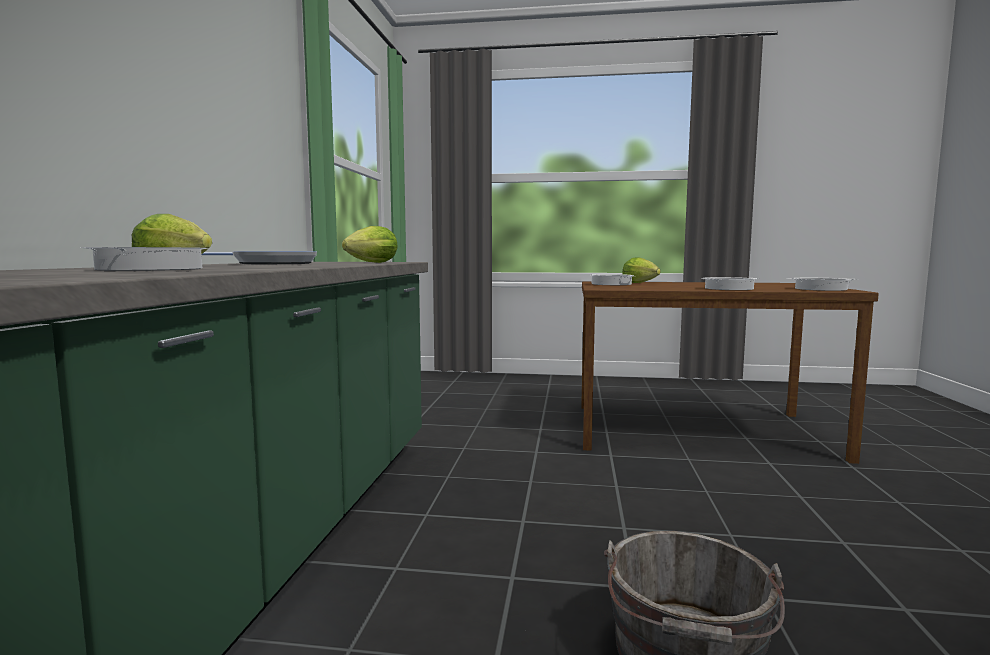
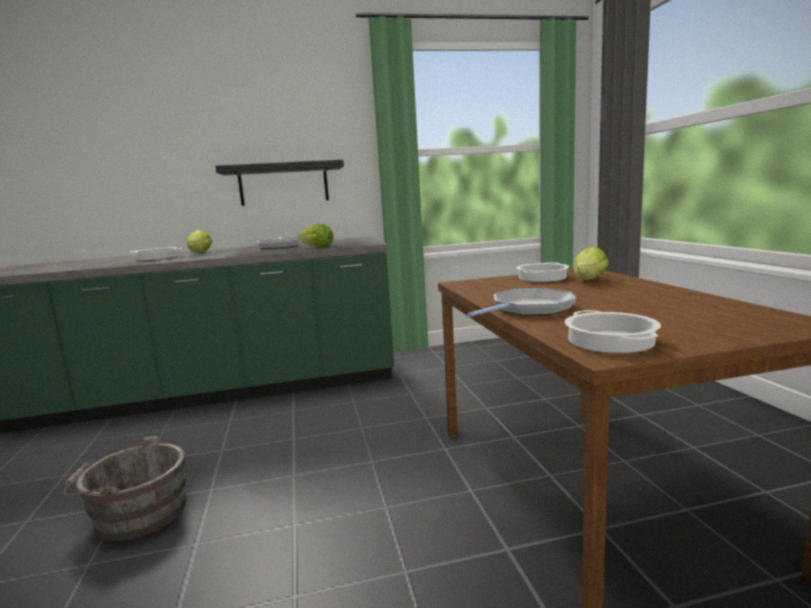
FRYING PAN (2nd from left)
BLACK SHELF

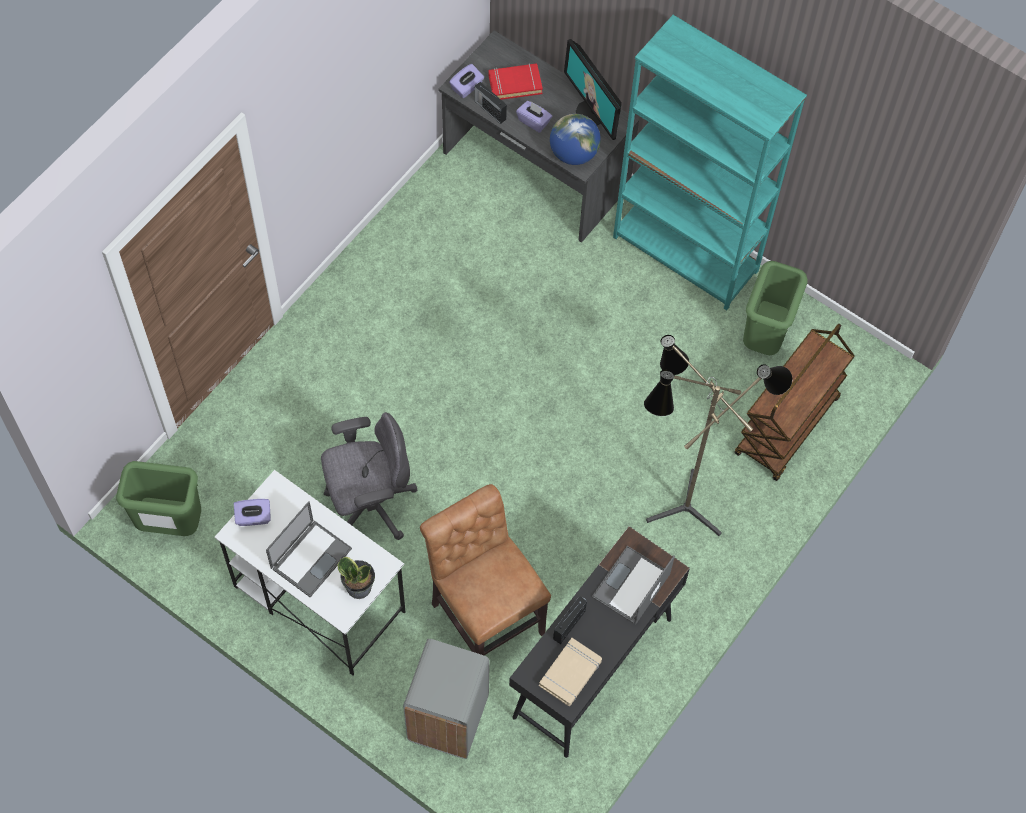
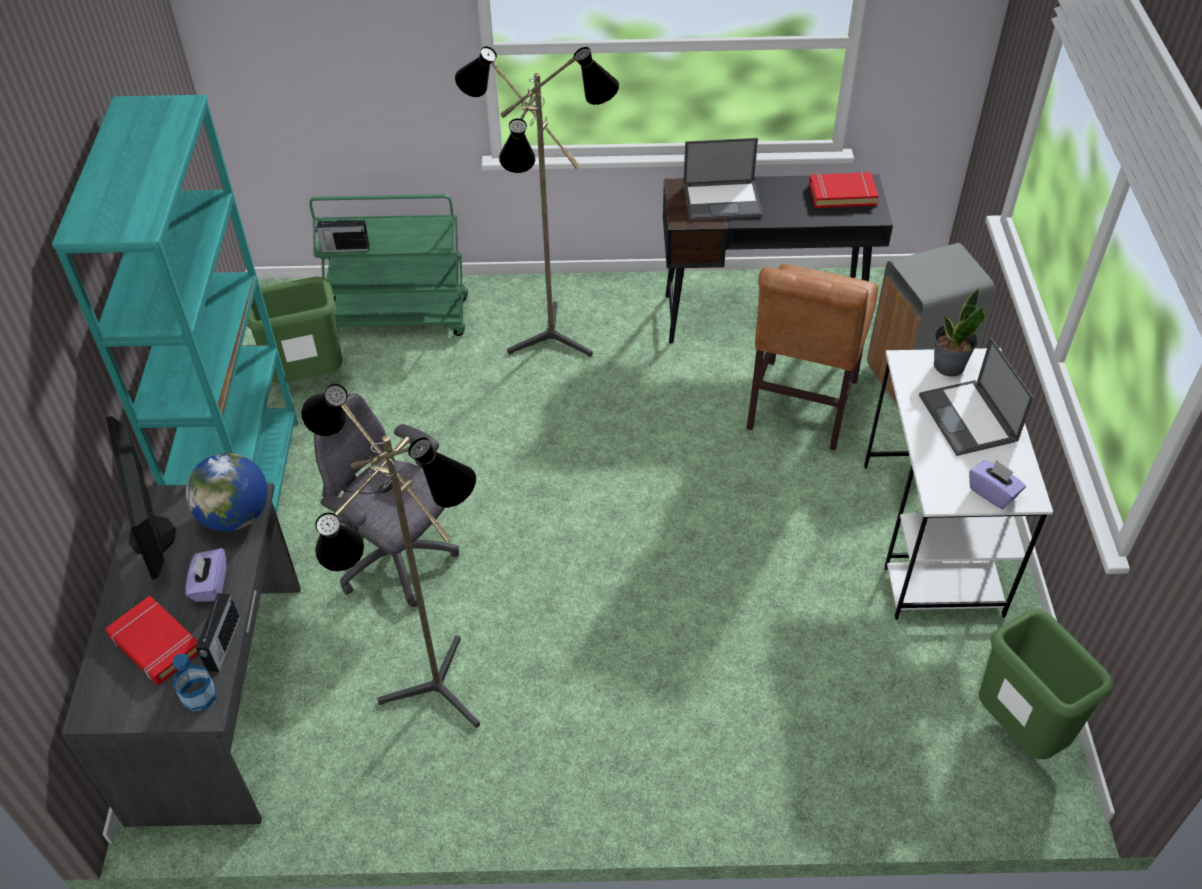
MONITOR
BOTTLE
GREEN CART
GREY OFFICE CHAIR
LAPTOP (2nd from left)
RADIO (2nd from left)
RED BOOK (2nd from left)
FLOOR LAMP (1st from left)

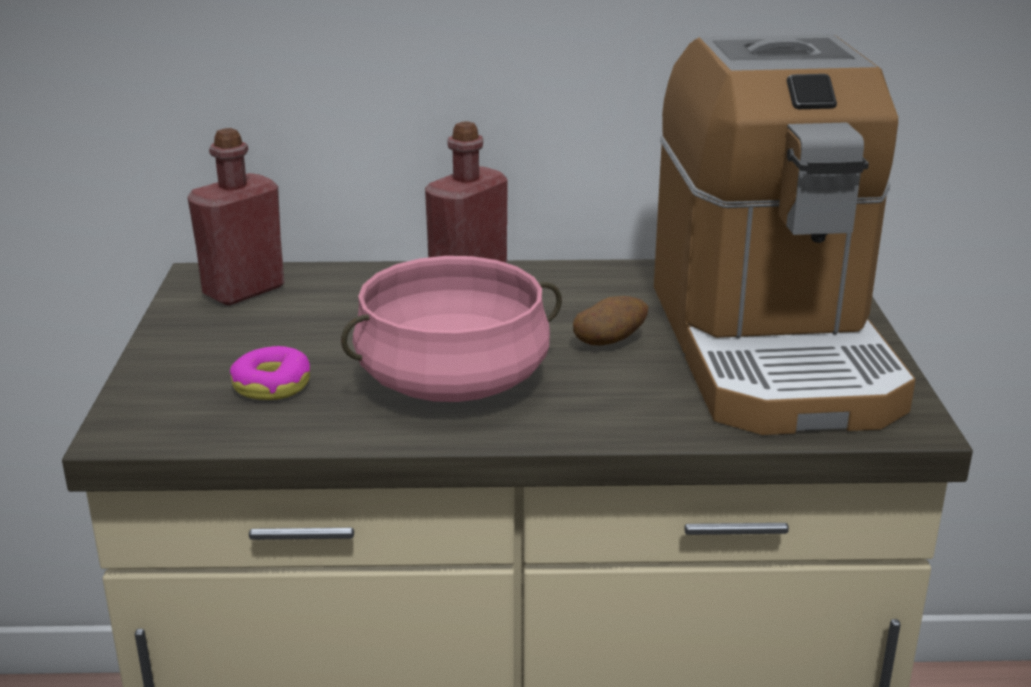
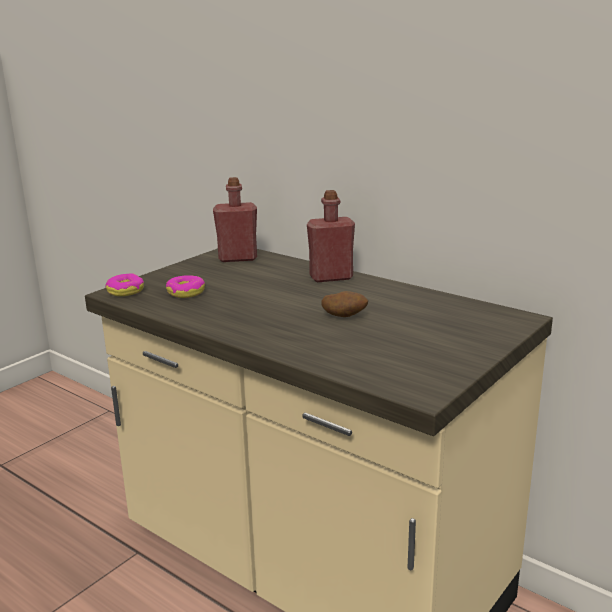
COFFEE MACHINE
PINK COOKING POT
DONUT (1st from left)

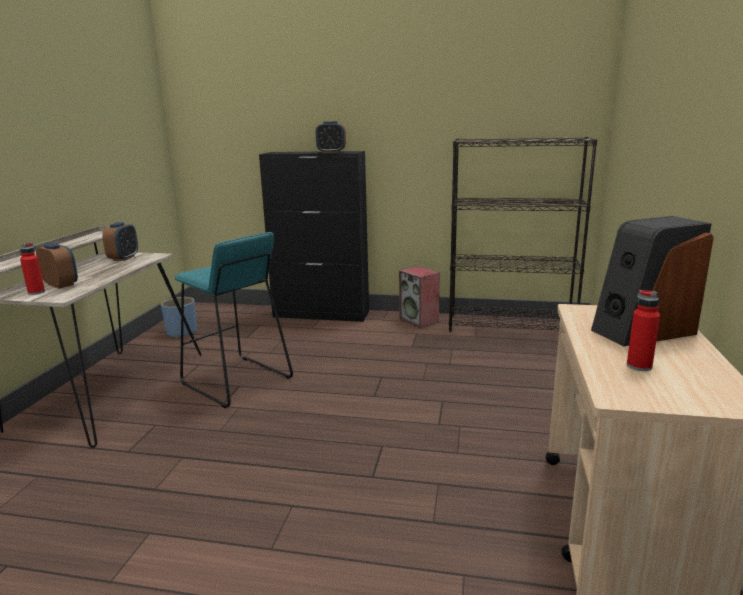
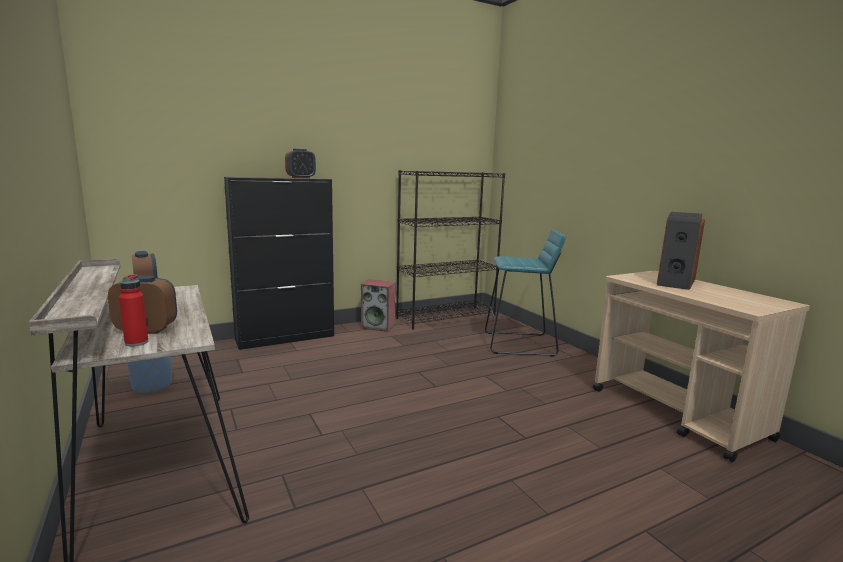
TURQUOISE STOOL
RED BOTTLE (2nd from left in the first image)

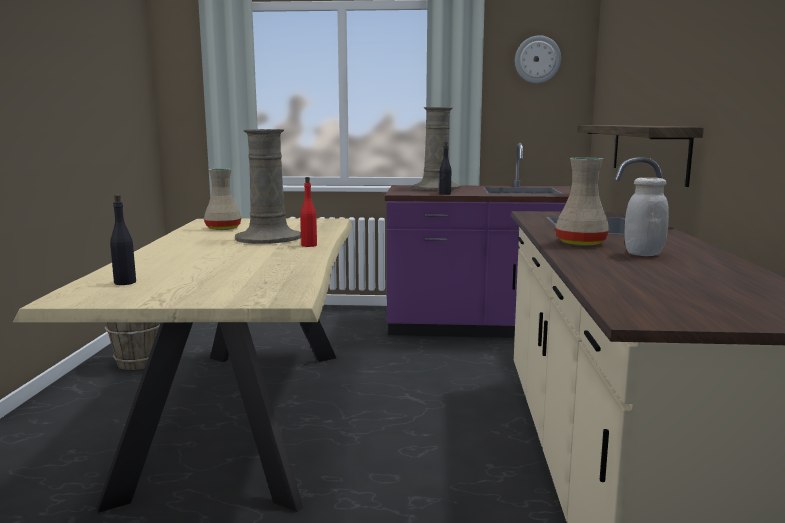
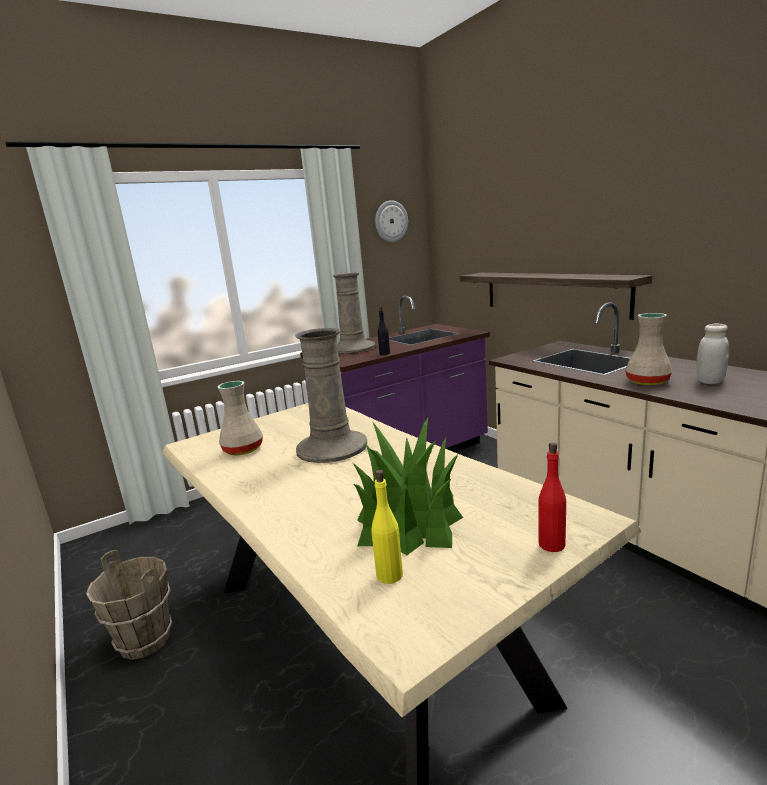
RED BOTTLE
YELLOW BOTTLE
POTTED PLANT

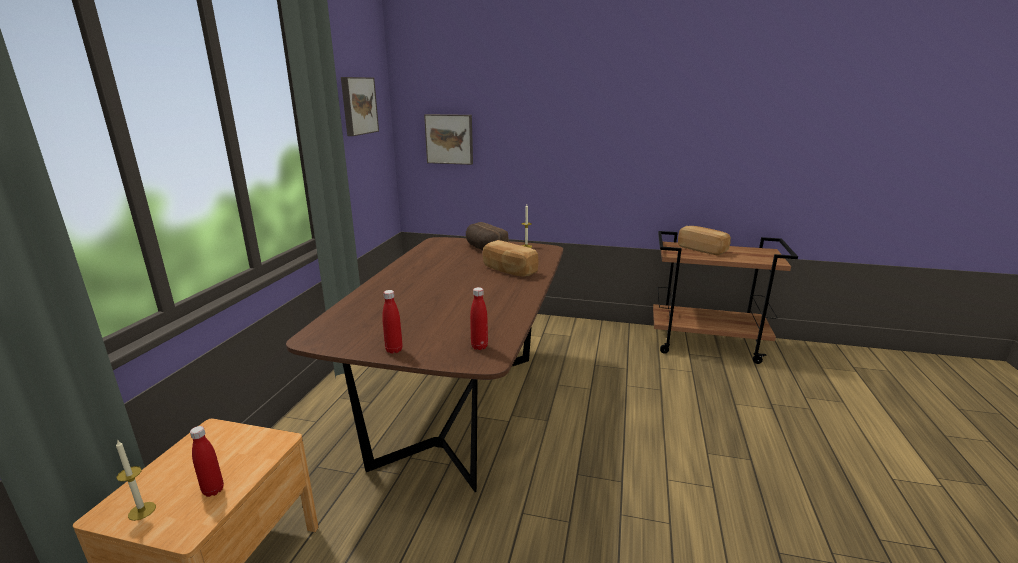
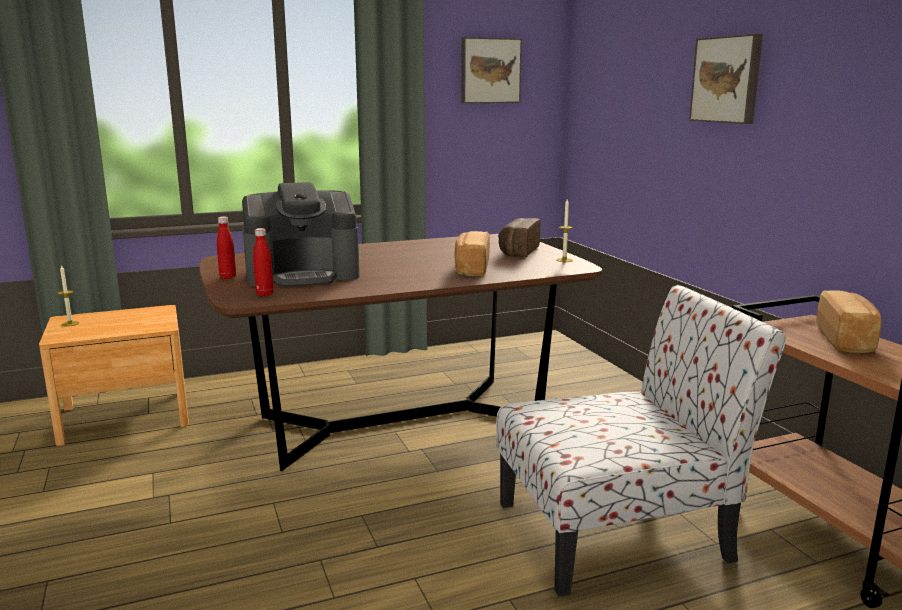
PICTURE (2nd from left)
RED BOTTLE (1st from left in the first image)
COFFEE MACHINE
CHAIR

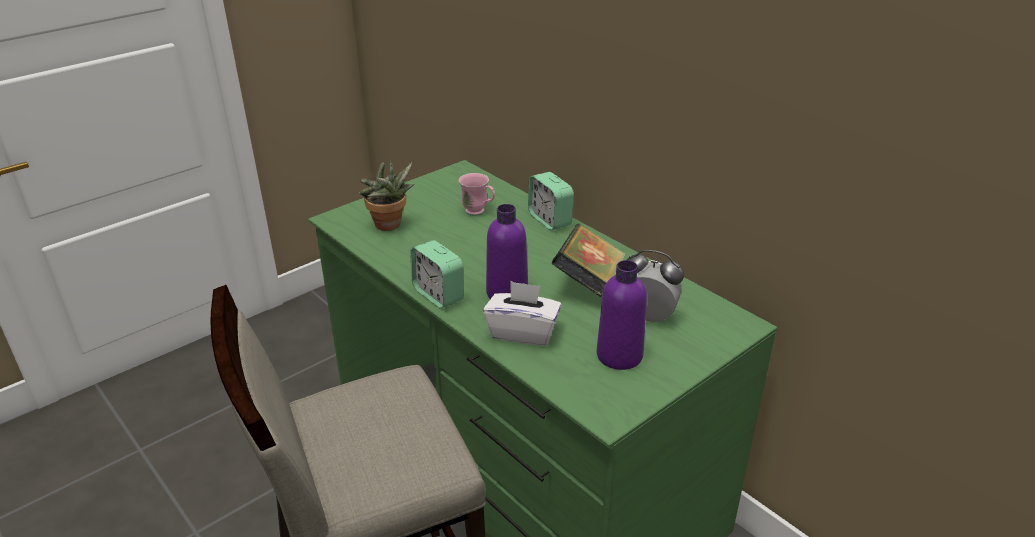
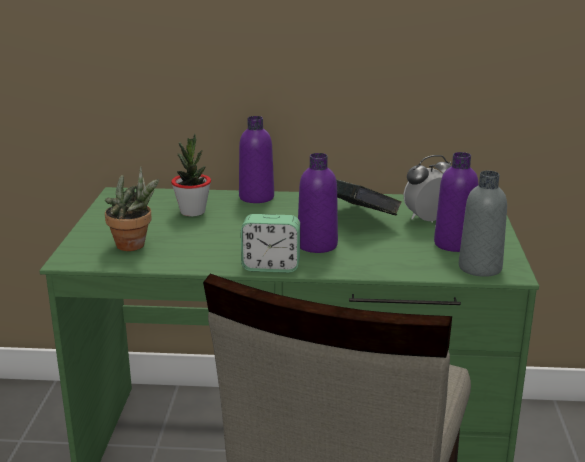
PURPLE BOTTLE (1st from left)
POTTED PLANT (2nd from left)
WHITE TISSUE BOX
GREY BOTTLE

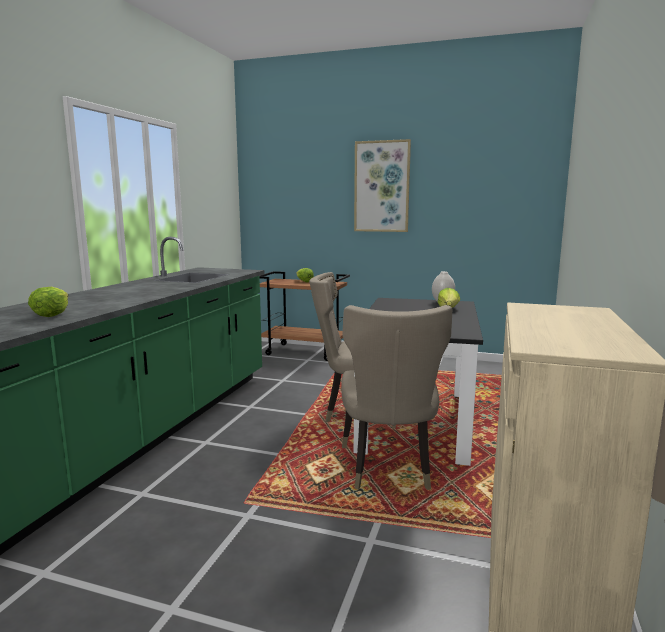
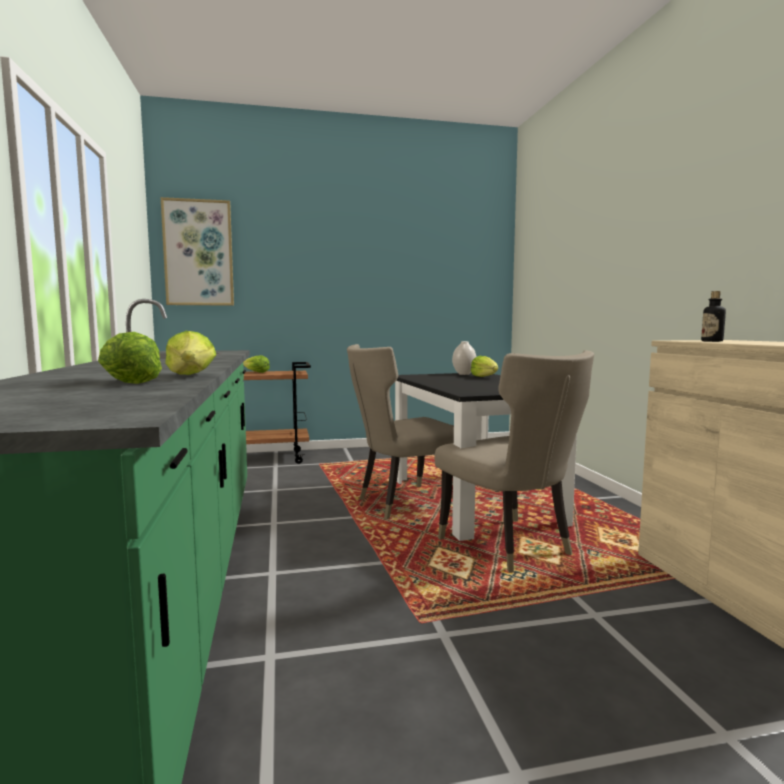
PICTURE
BOTTLE
LETTUCE (2nd from left)

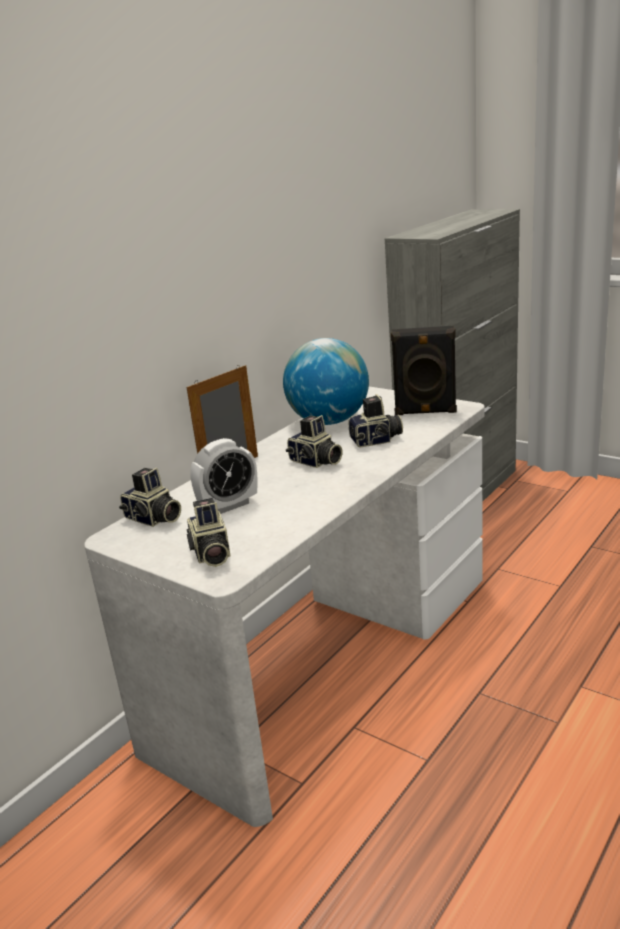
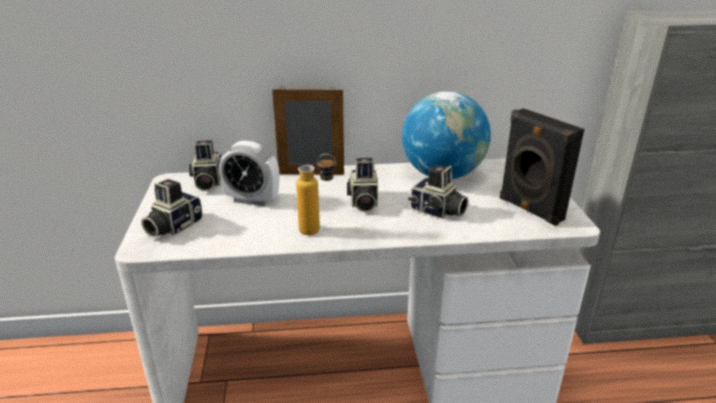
BOTTLE

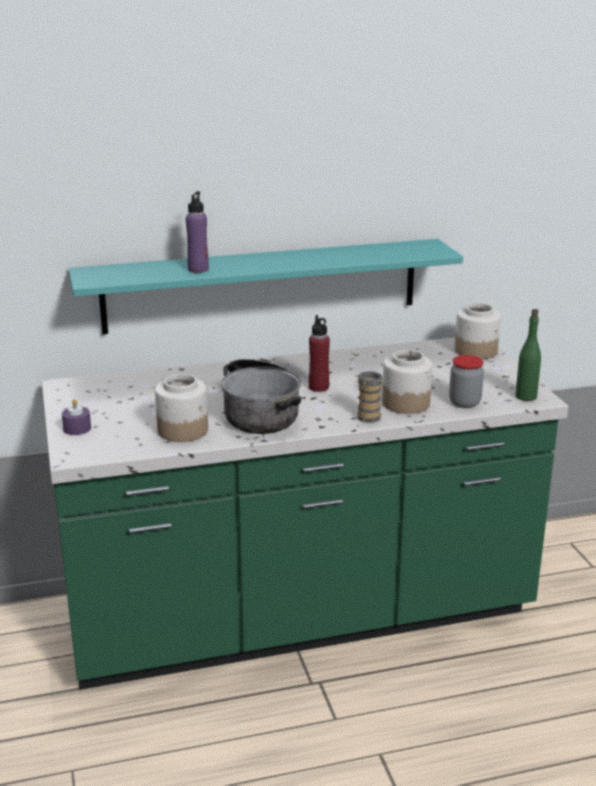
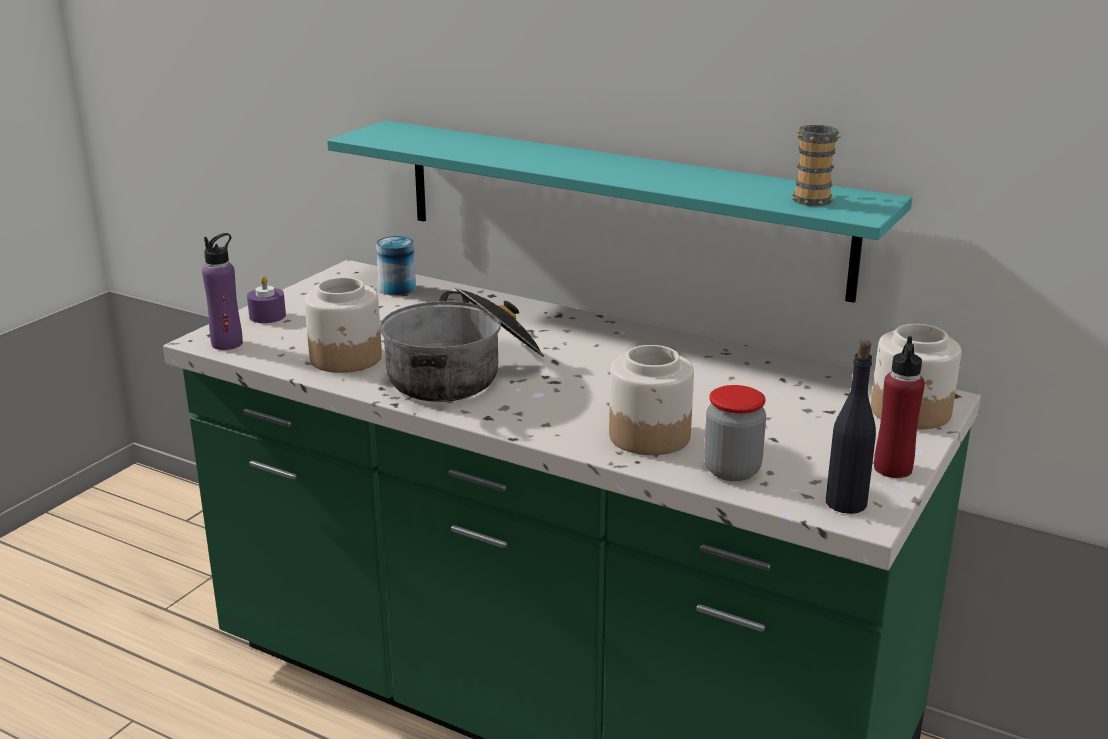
PURPLE BOTTLE
BLACK BOTTLE
RED BOTTLE
MUG
CAN

